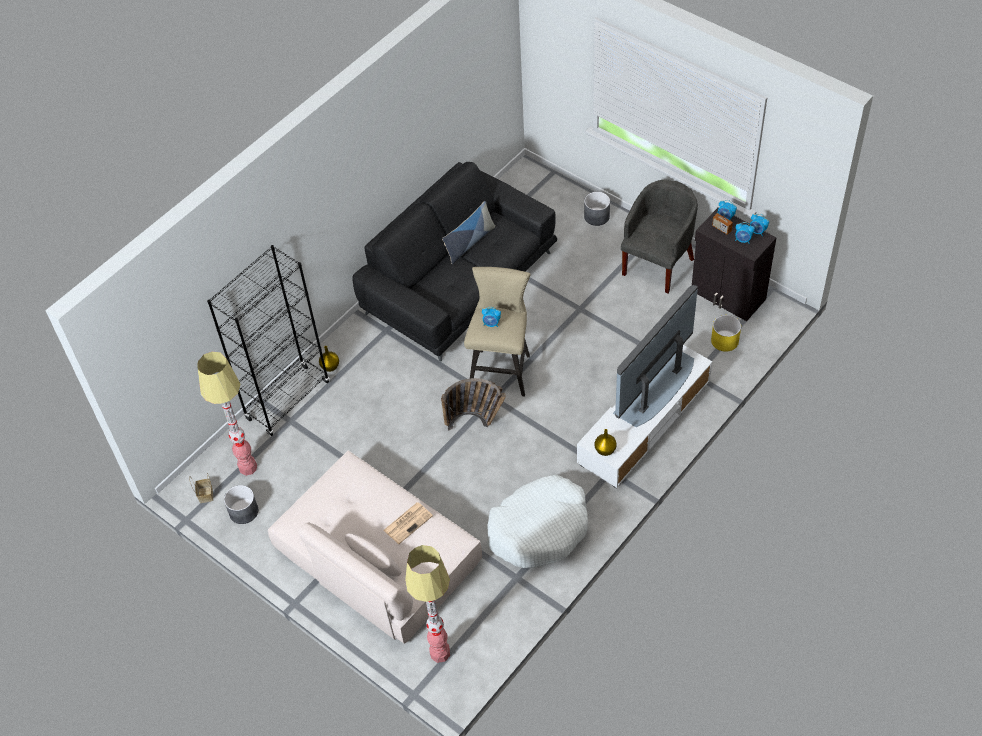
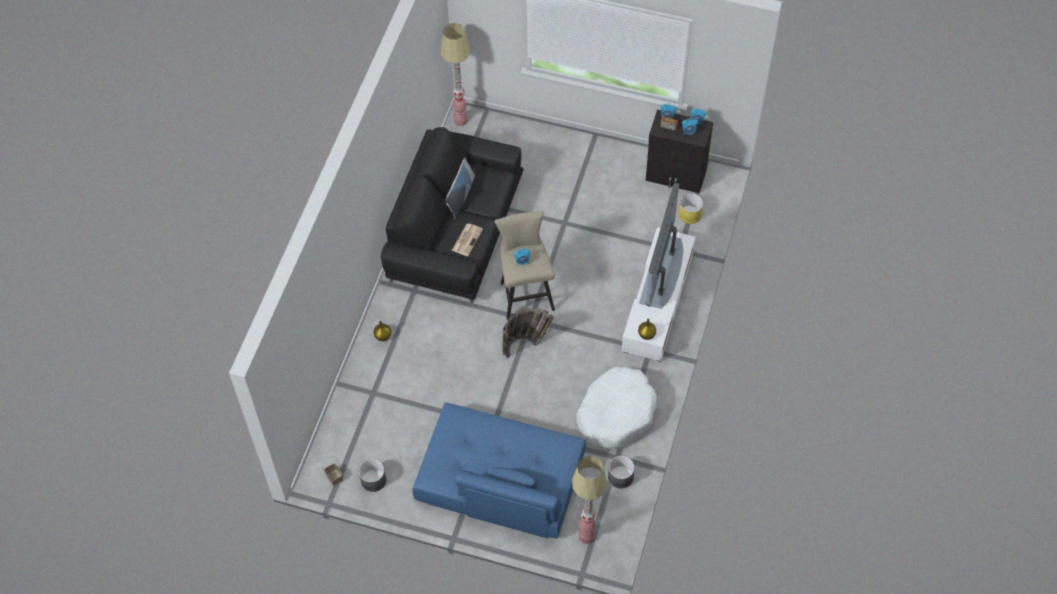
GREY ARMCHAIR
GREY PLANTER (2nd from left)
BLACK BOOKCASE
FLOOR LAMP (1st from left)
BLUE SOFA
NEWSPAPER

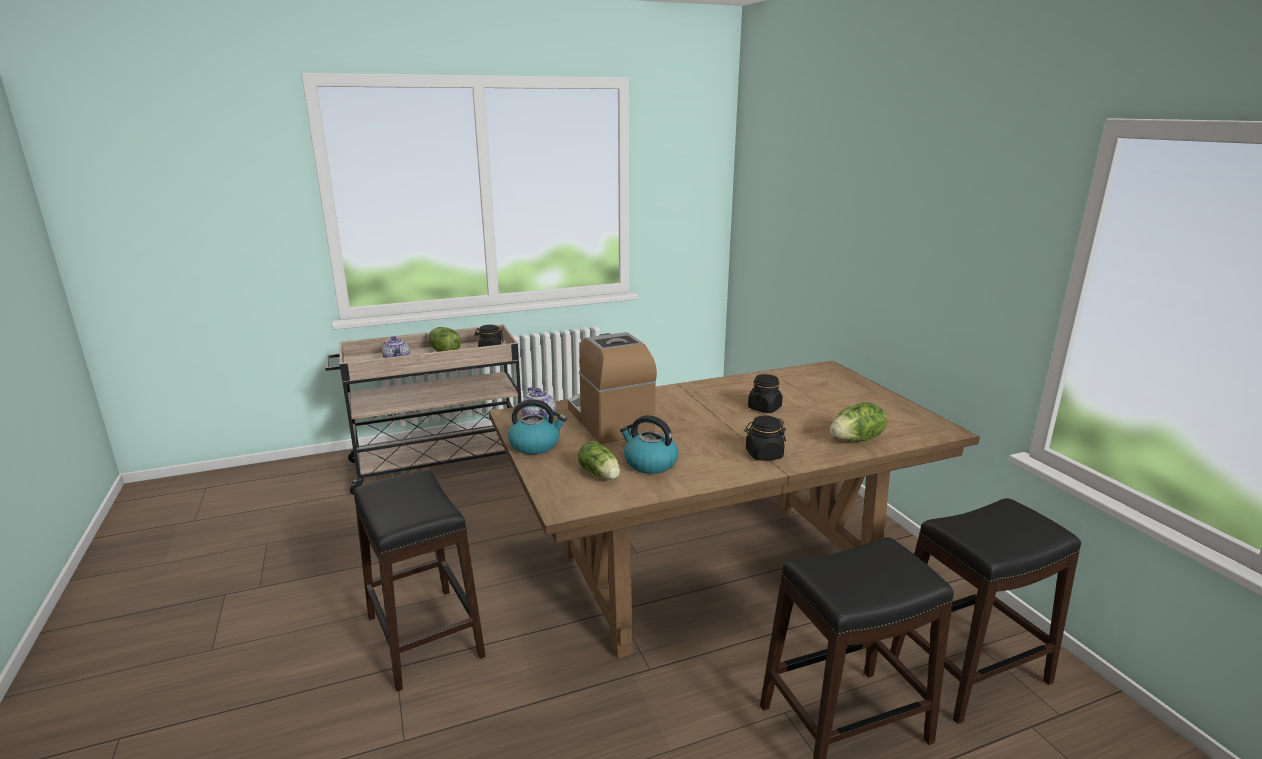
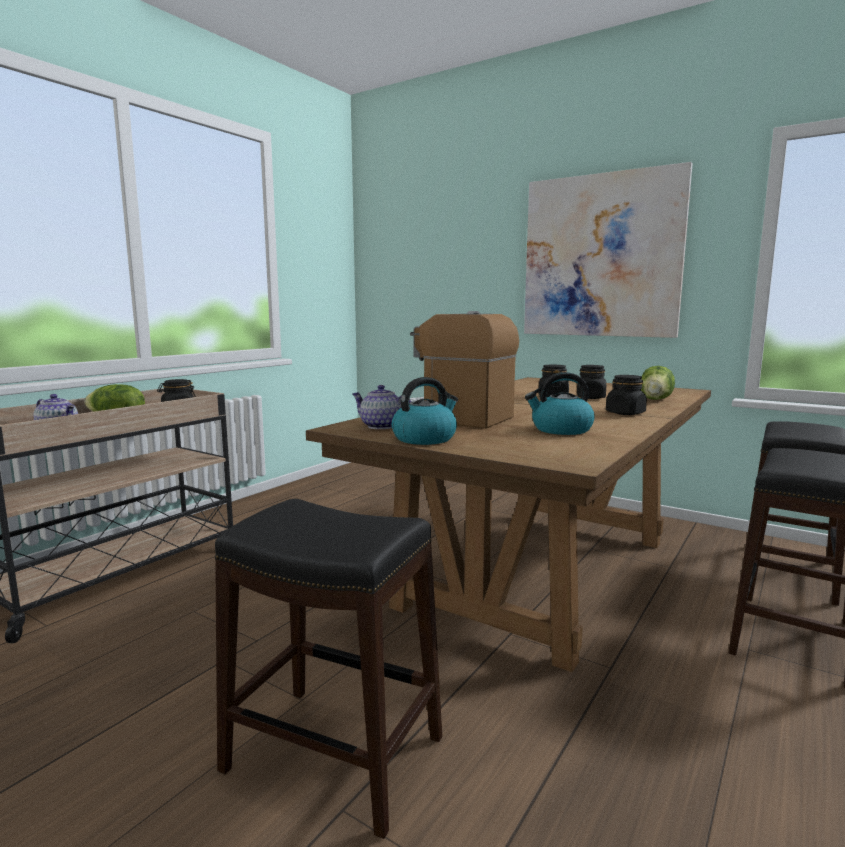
LETTUCE (2nd from left in the first image)
PICTURE
BLACK JAR (3rd from left)

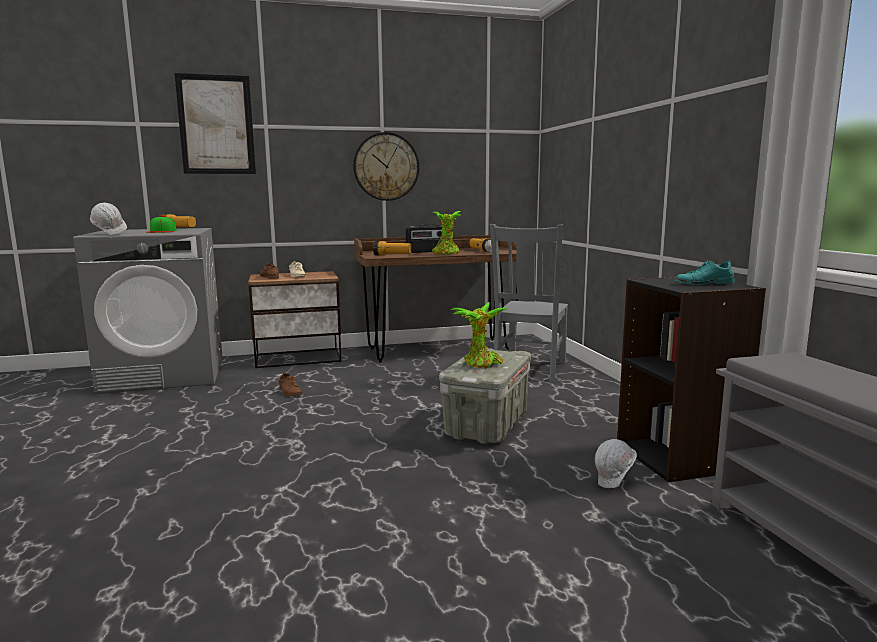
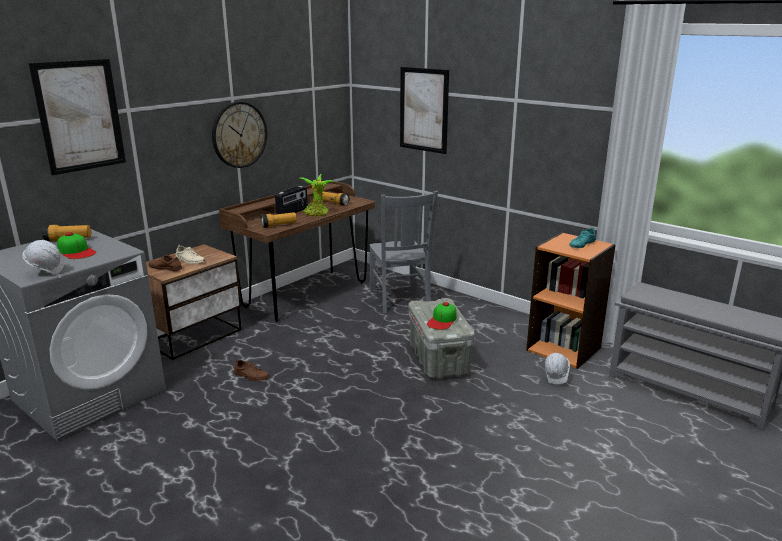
ORANGE BOOKCASE
CAP (2nd from left)
PICTURE (2nd from left)

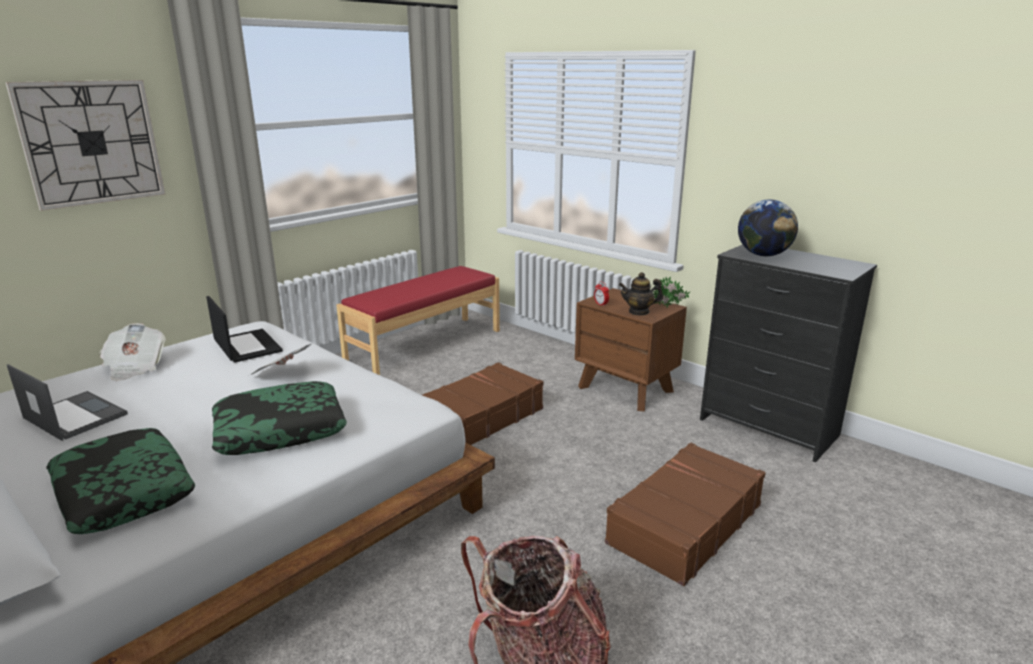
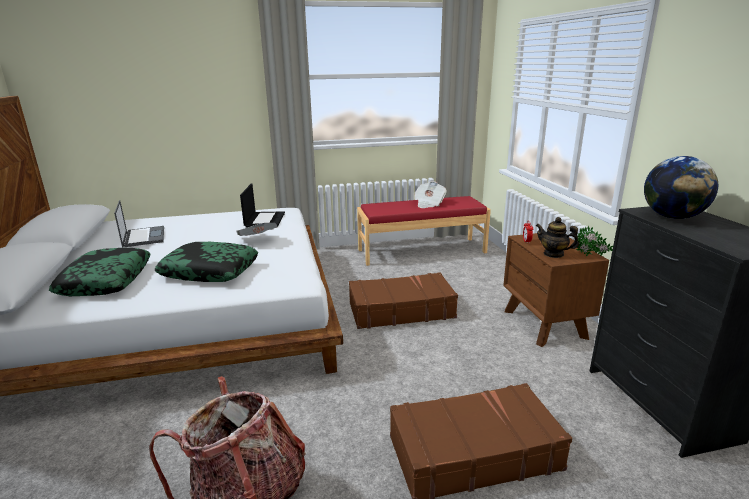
WALL CLOCK
NEWSPAPER (2nd from left)

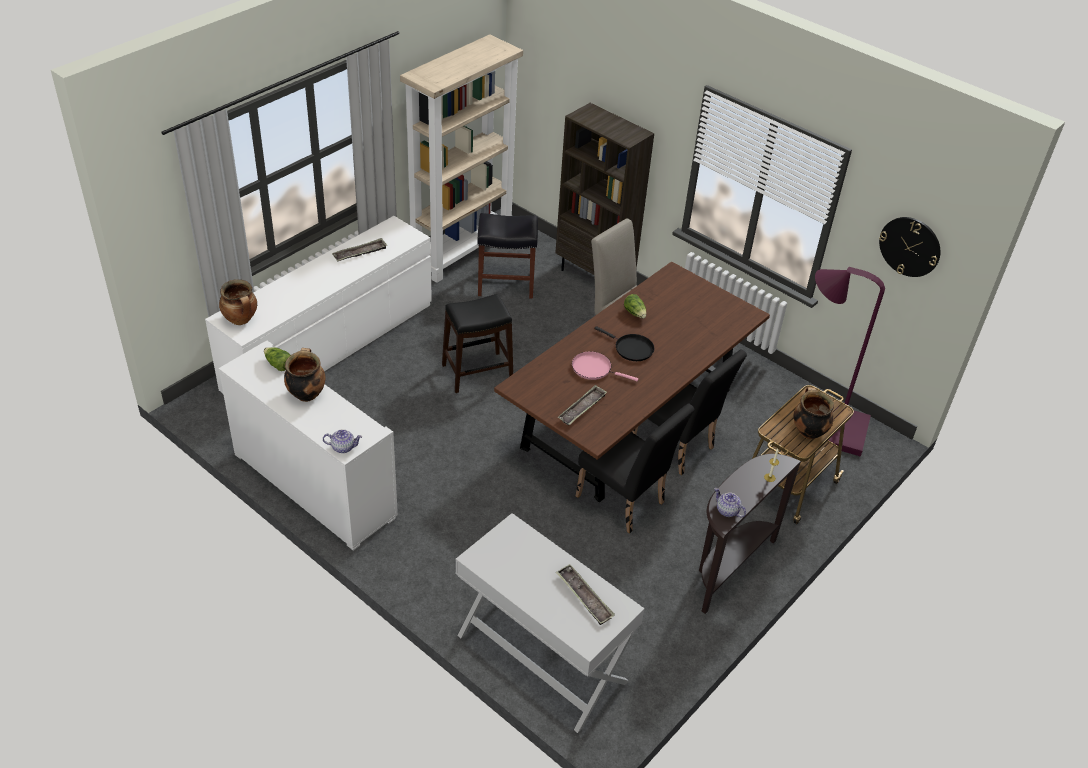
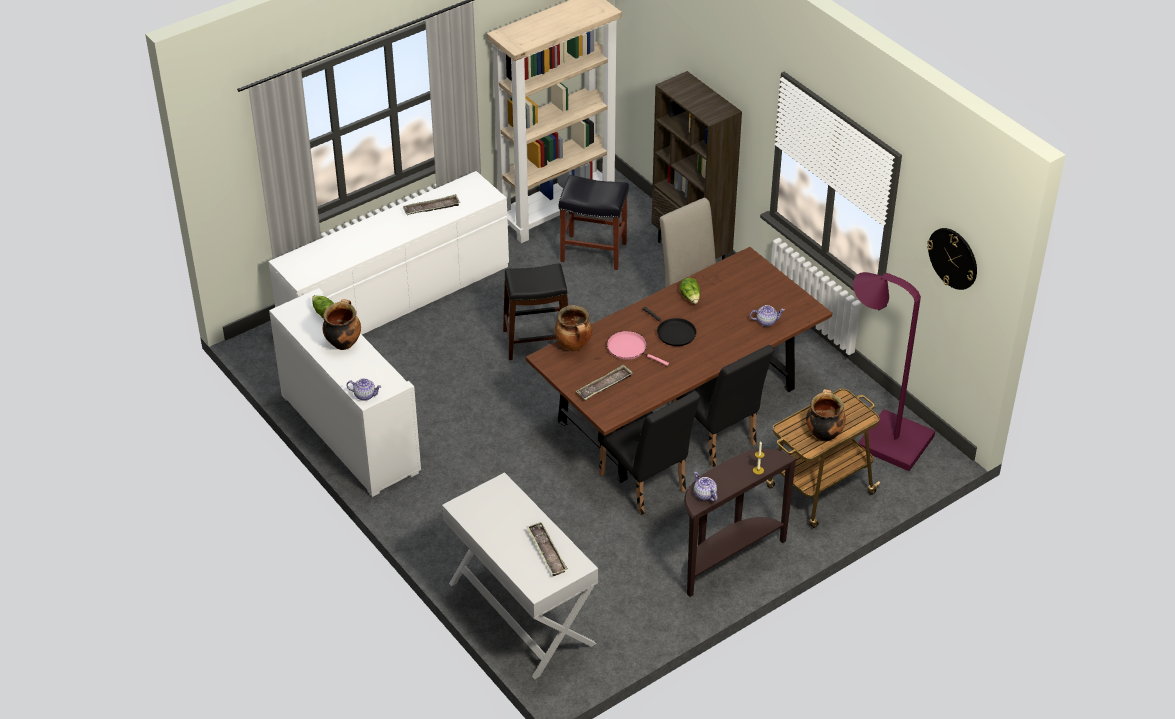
COOKING POT (2nd from left)
TEAPOT (3rd from left)

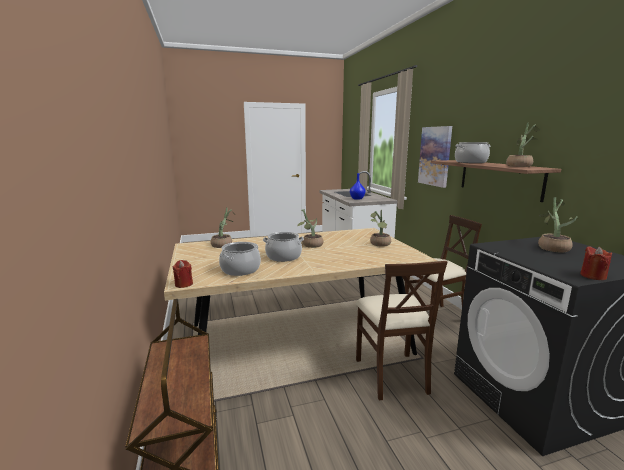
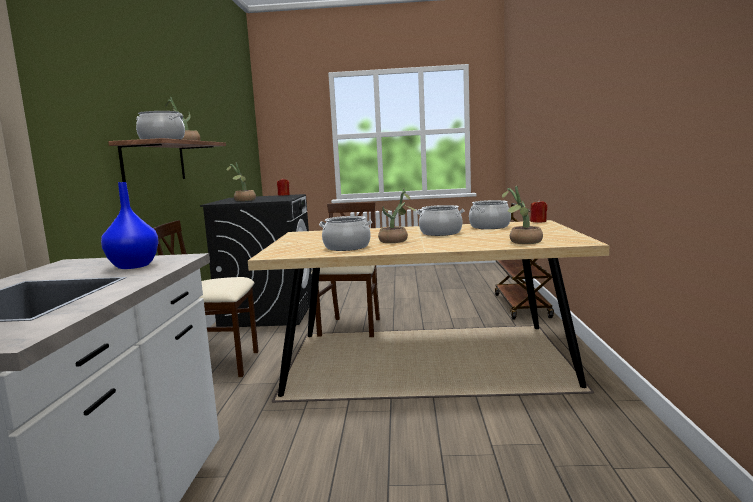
PICTURE
POTTED PLANT (3rd from left in the first image)
COOKING POT (2nd from left)

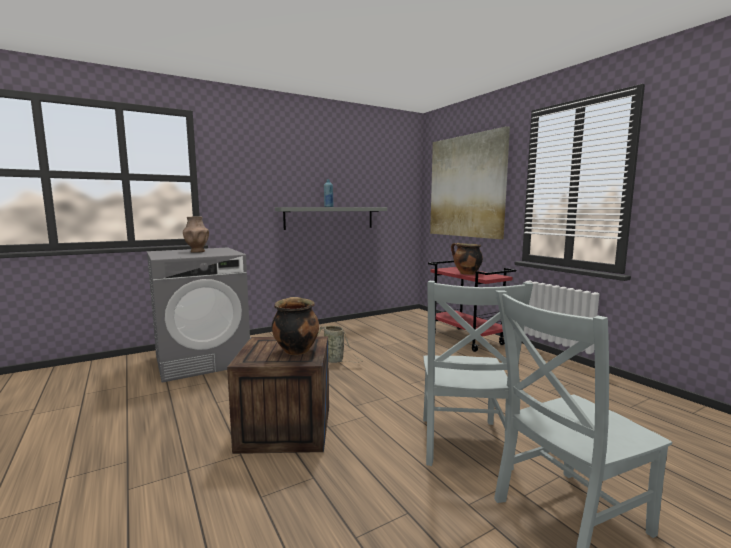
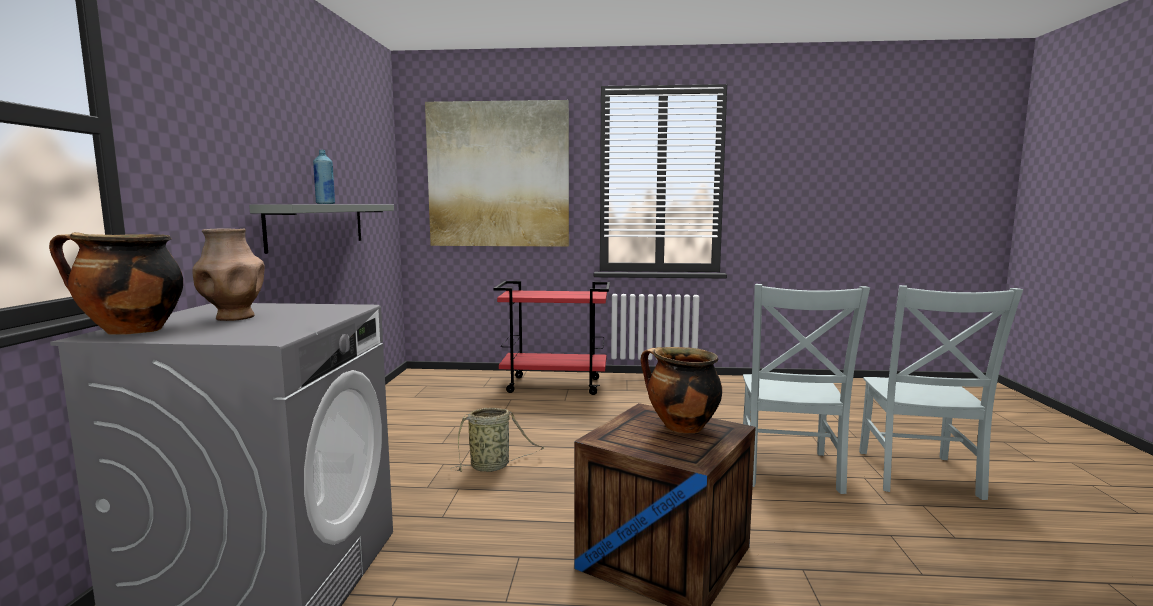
COOKING POT (1st from left)
GREY CHAIR (1st from left)

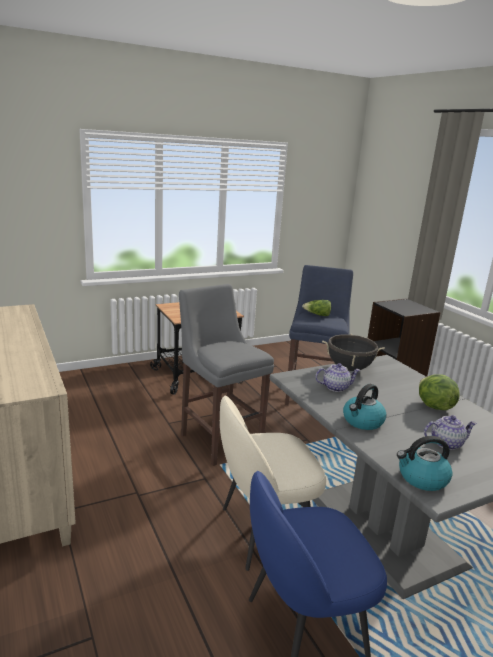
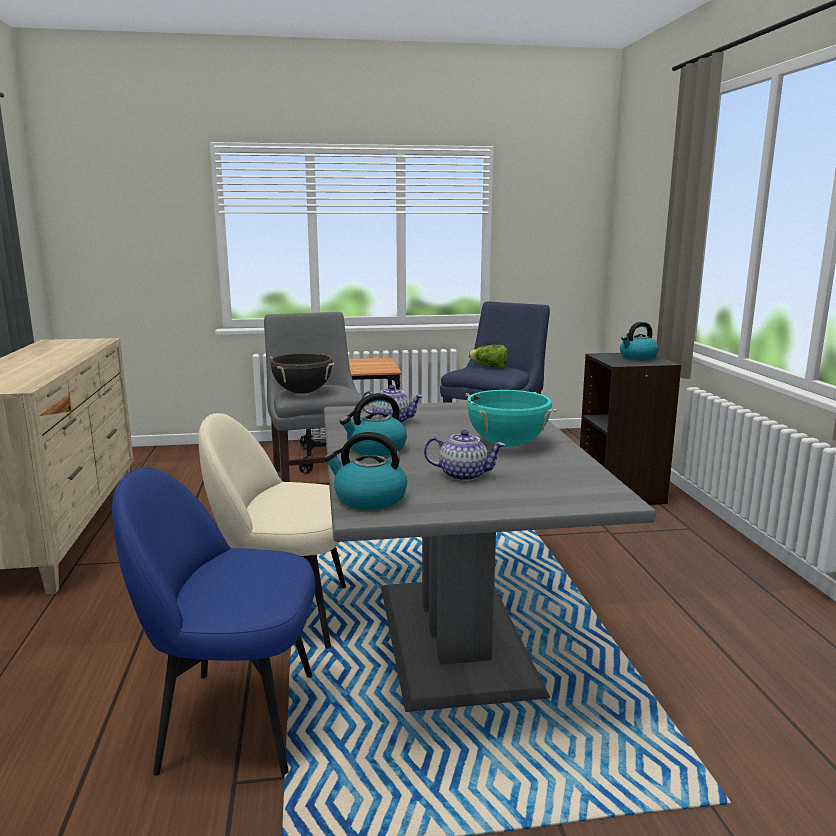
BLACK COOKING POT
TURQUOISE COOKING POT
KETTLE (3rd from left)

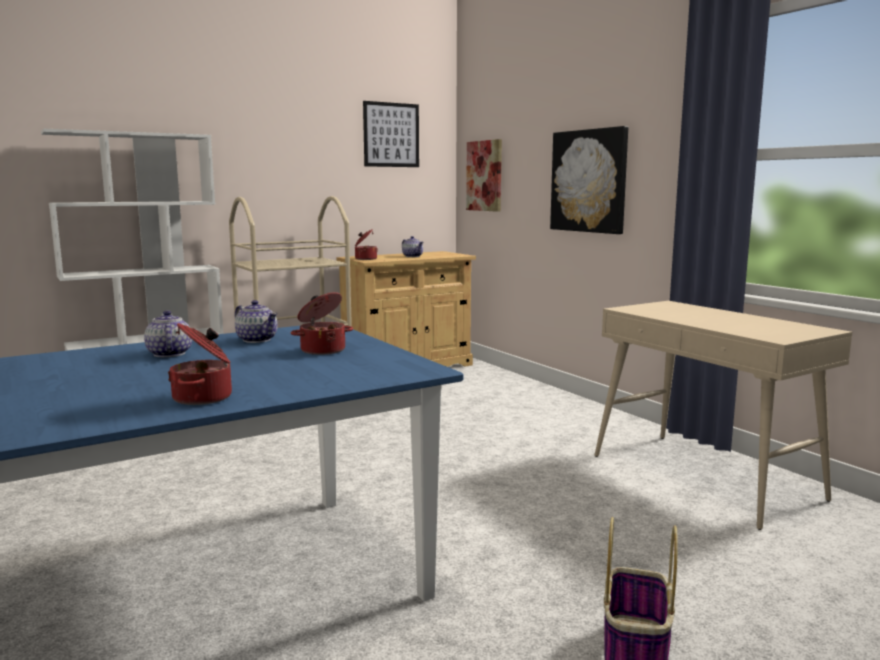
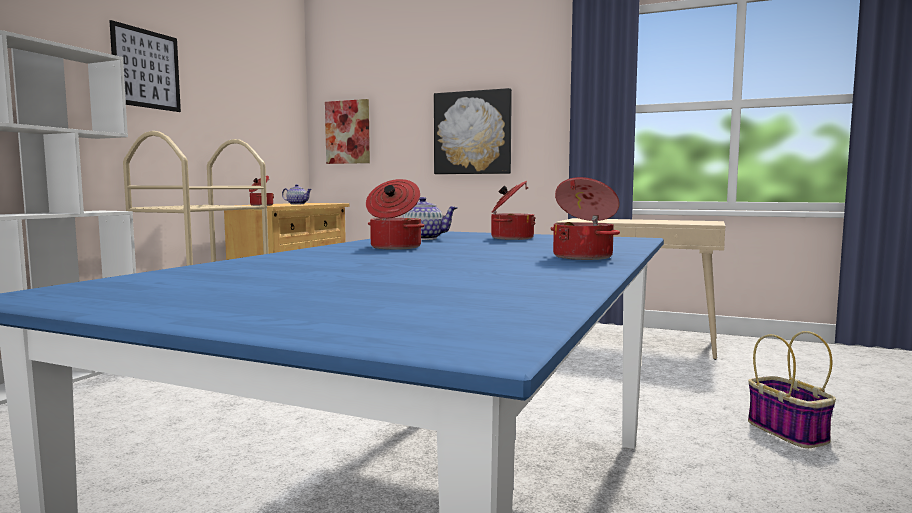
PICTURE (1st from left)
COOKING POT (2nd from left)

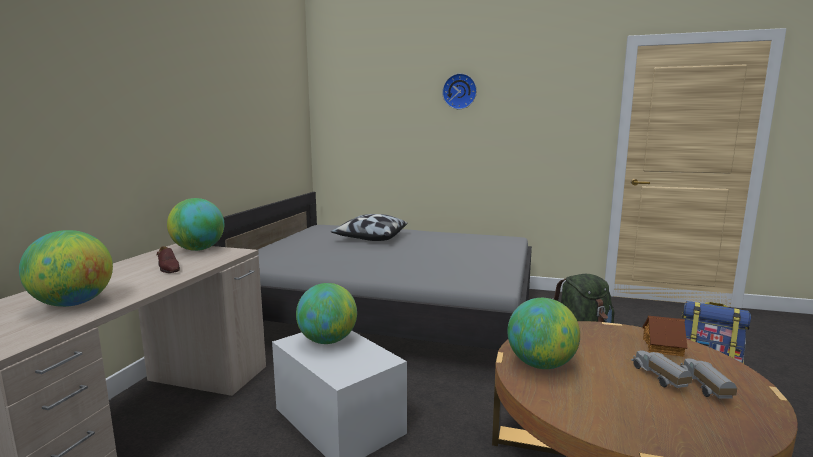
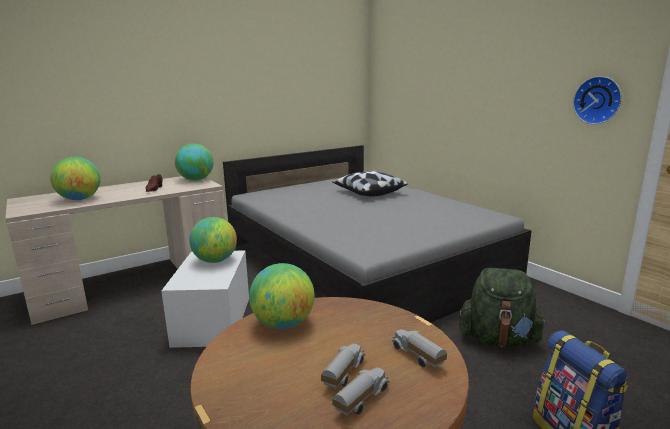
WALL CLOCK
TOY TRUCK (3rd from left)

